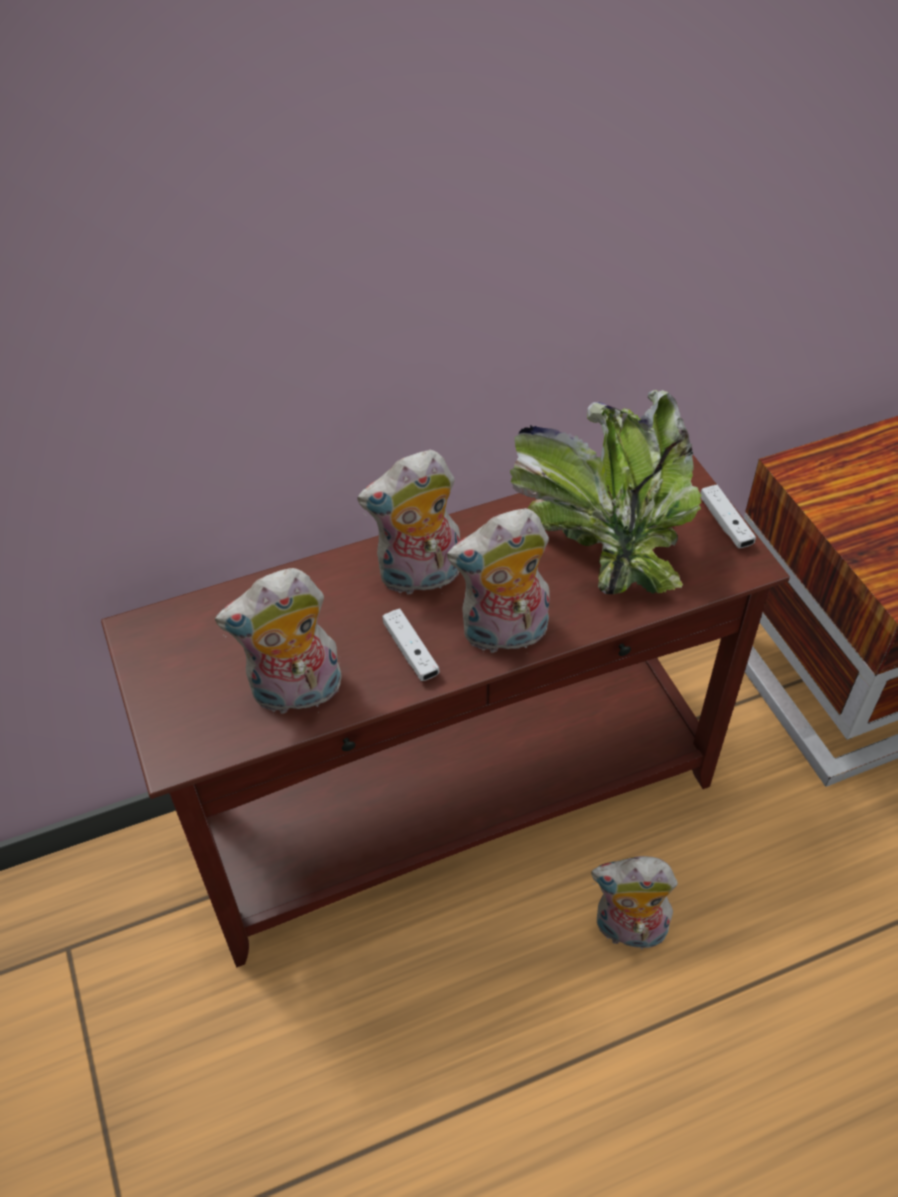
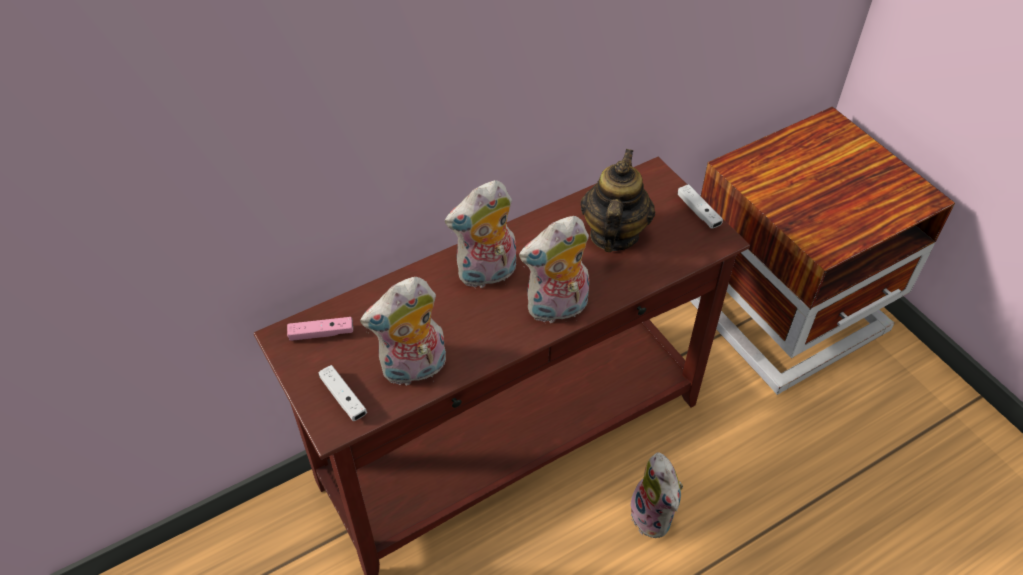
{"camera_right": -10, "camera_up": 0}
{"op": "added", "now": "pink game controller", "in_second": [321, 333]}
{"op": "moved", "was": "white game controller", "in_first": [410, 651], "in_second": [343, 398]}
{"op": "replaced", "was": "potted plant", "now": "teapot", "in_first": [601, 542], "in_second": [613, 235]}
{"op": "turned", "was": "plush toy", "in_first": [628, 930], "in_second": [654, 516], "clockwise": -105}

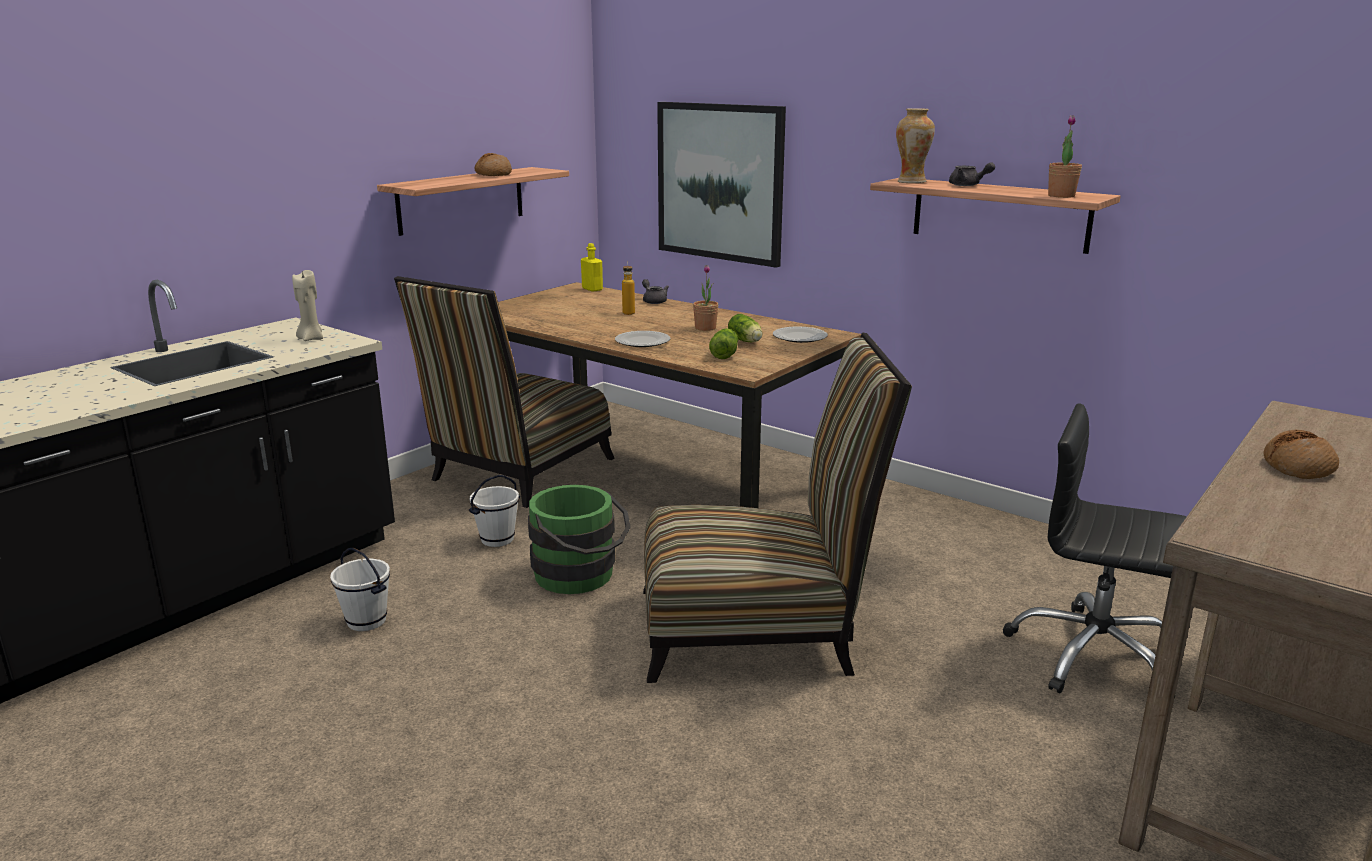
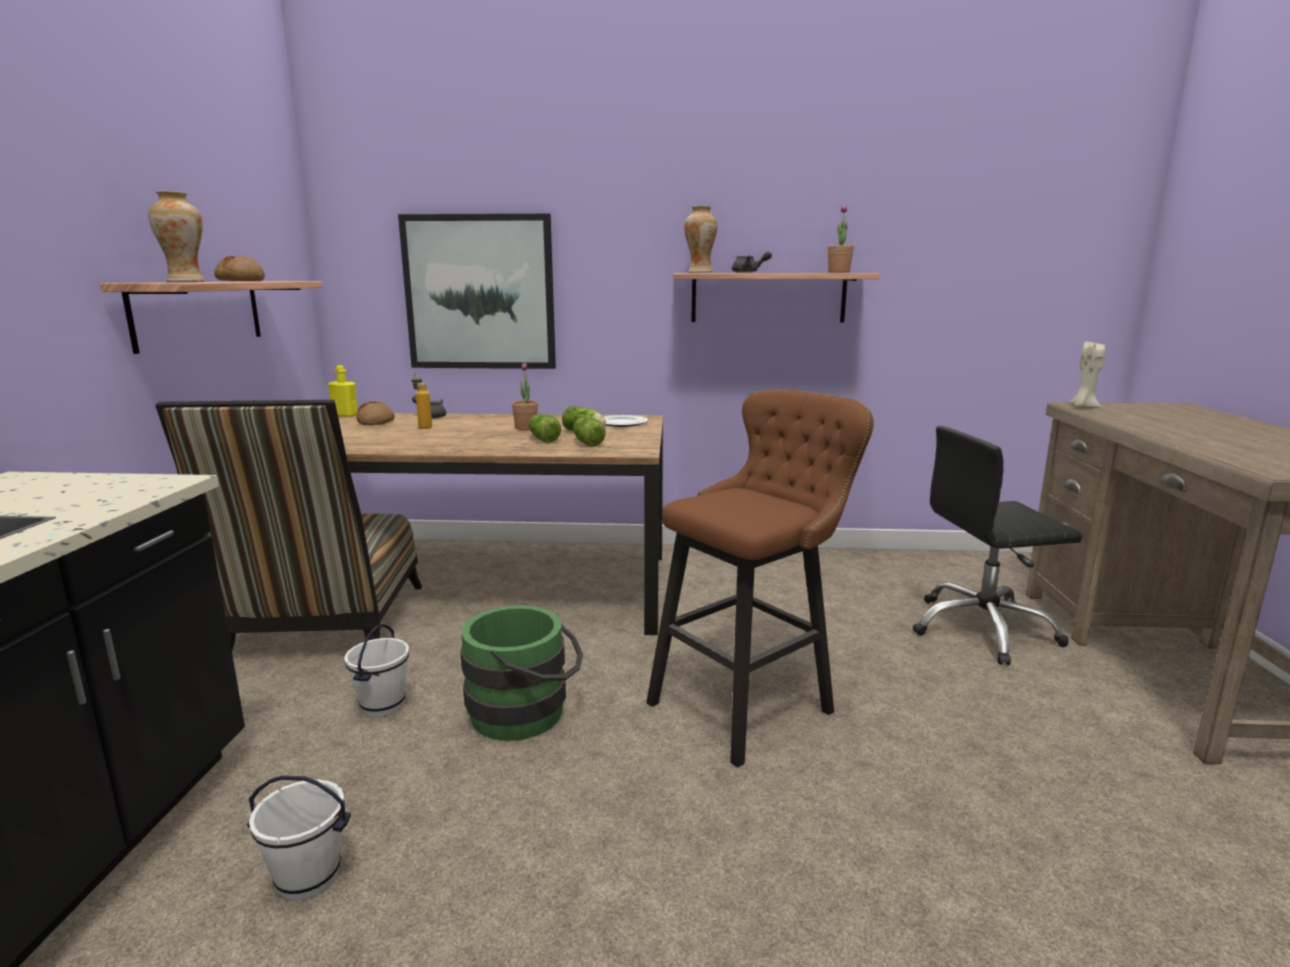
{"camera_right": -35, "camera_up": -5}
{"op": "removed", "was": "plate", "in_first": [642, 341]}
{"op": "added", "now": "vase", "in_second": [186, 282]}
{"op": "added", "now": "lettuce", "in_second": [543, 439]}
{"op": "moved", "was": "beige candle", "in_first": [311, 339], "in_second": [1083, 407]}
{"op": "moved", "was": "bread", "in_first": [1298, 467], "in_second": [376, 422]}
{"op": "replaced", "was": "chair", "now": "brown stool", "in_first": [758, 629], "in_second": [754, 700]}

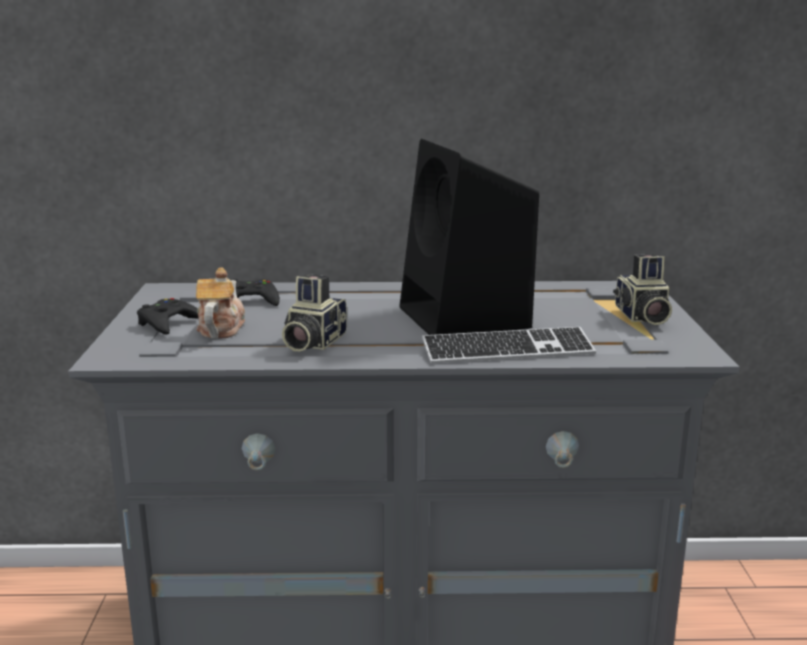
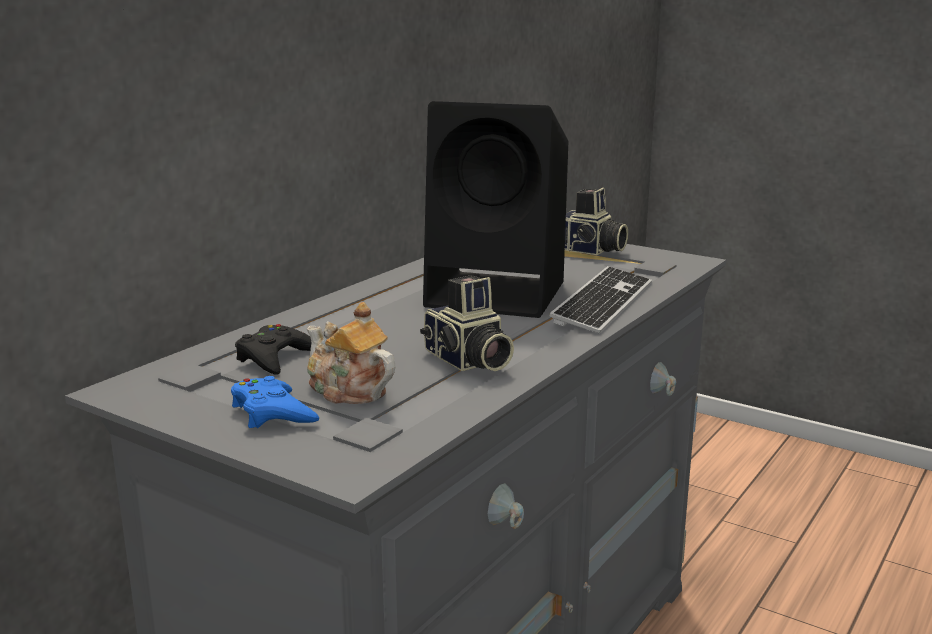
{"camera_right": -55, "camera_up": 0}
{"op": "recoloured", "was": "black game controller", "now": "blue game controller", "in_first": [168, 323], "in_second": [272, 412]}

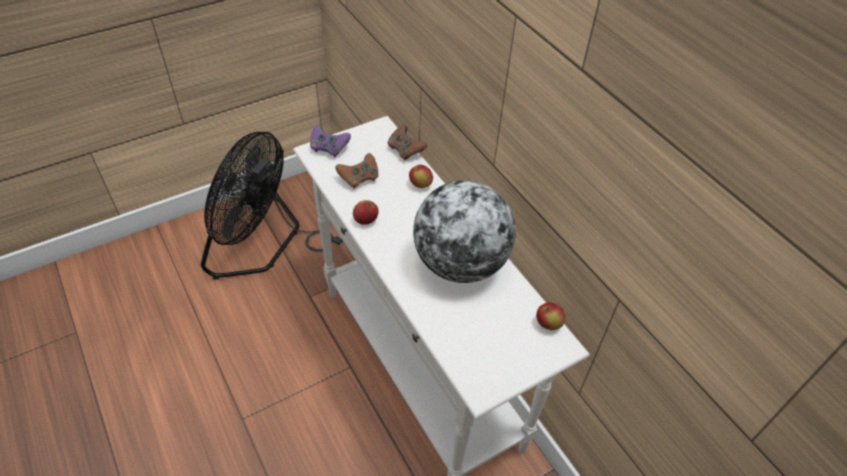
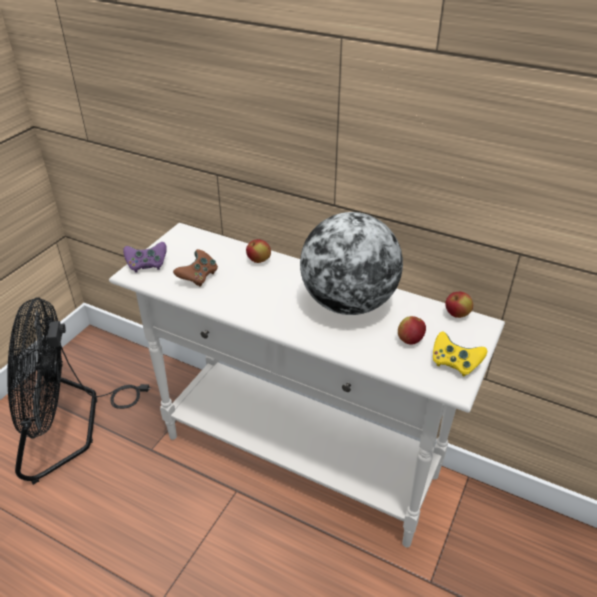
{"camera_right": -30, "camera_up": -10}
{"op": "removed", "was": "brown game controller", "in_first": [405, 150]}
{"op": "added", "now": "yellow game controller", "in_second": [454, 363]}
{"op": "moved", "was": "apple", "in_first": [366, 220], "in_second": [410, 340]}

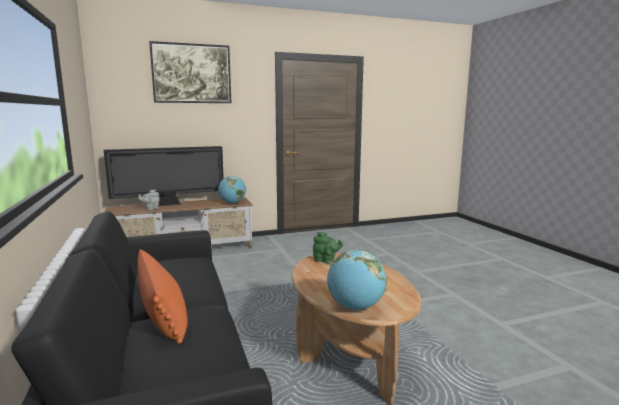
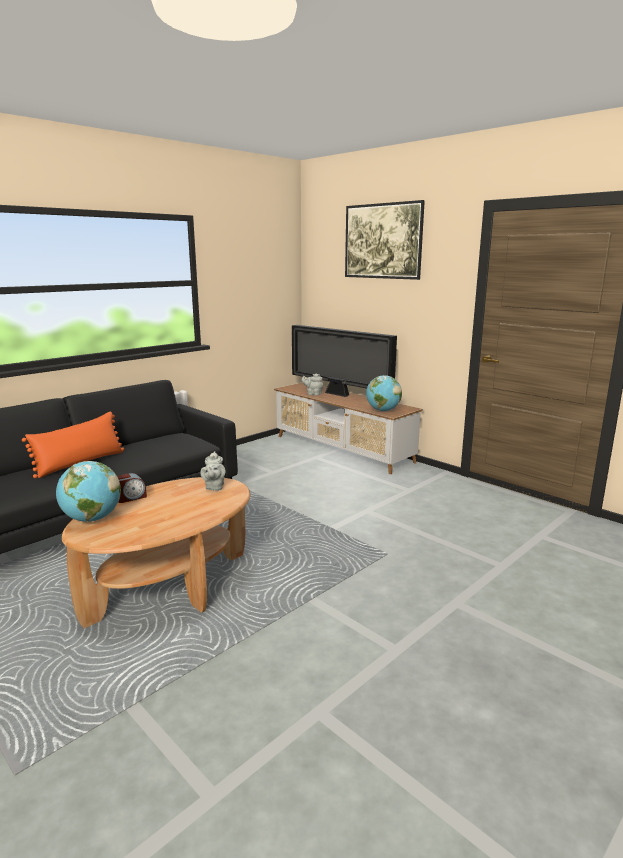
{"camera_right": 65, "camera_up": 5}
{"op": "added", "now": "alarm clock", "in_second": [131, 498]}
{"op": "recoloured", "was": "green teapot", "now": "grey teapot", "in_first": [325, 261], "in_second": [214, 487]}

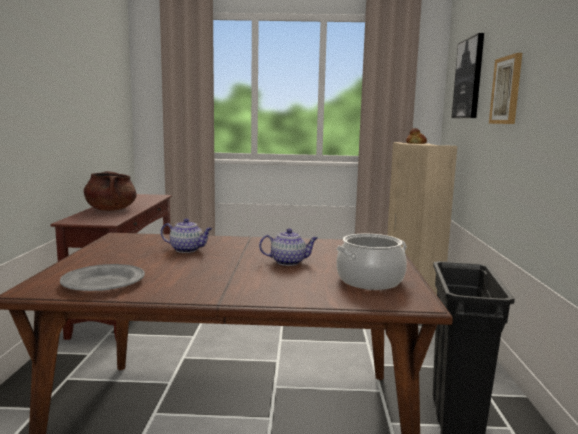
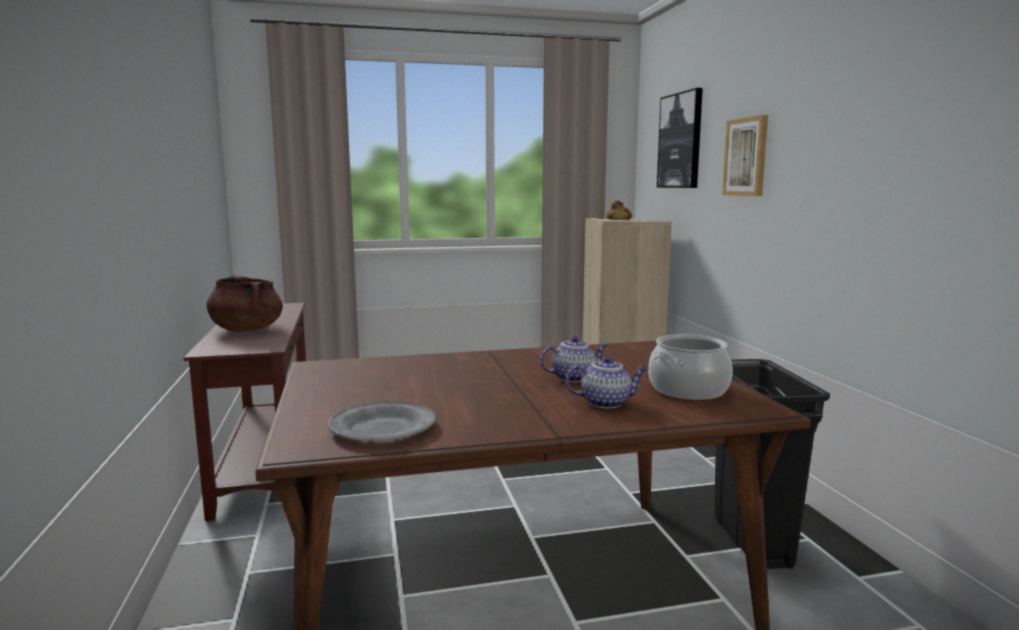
{"camera_right": -15, "camera_up": 0}
{"op": "moved", "was": "teapot", "in_first": [187, 250], "in_second": [606, 403]}

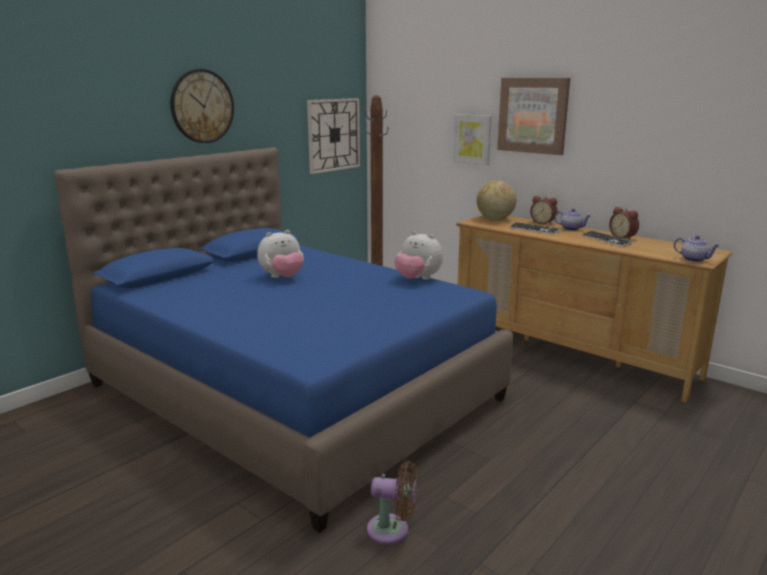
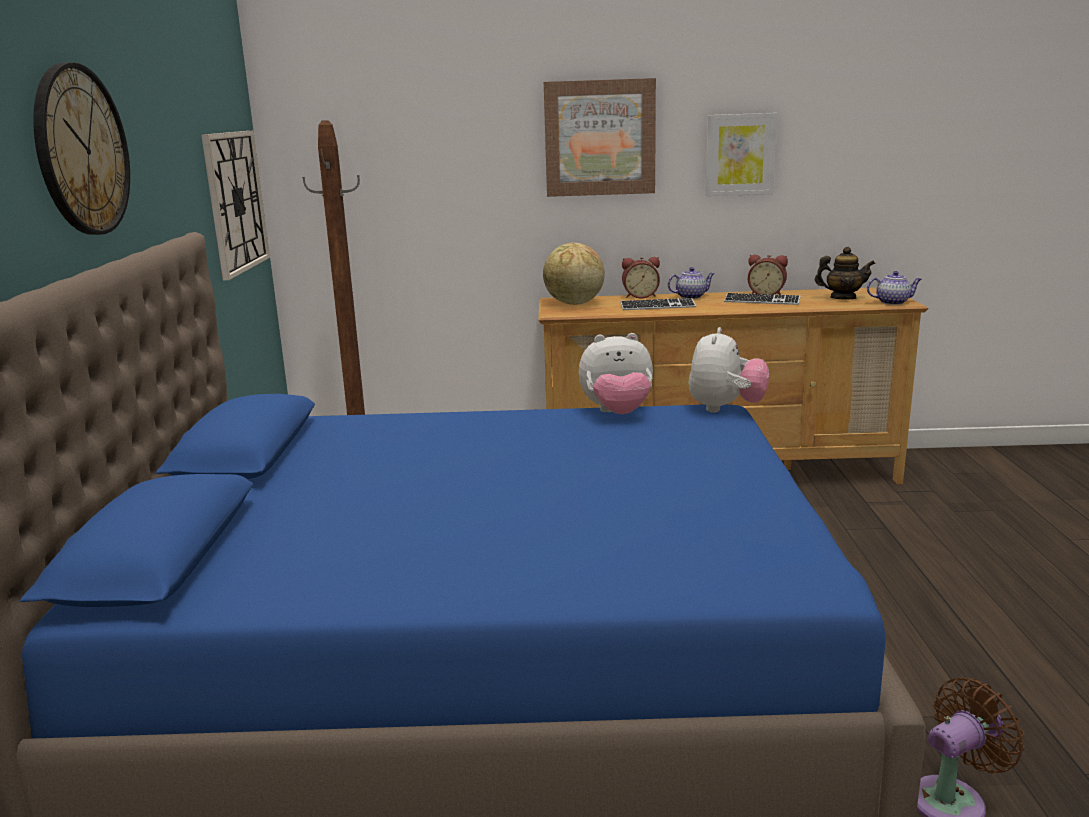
{"camera_right": -40, "camera_up": 0}
{"op": "added", "now": "teapot", "in_second": [842, 298]}
{"op": "moved", "was": "plush toy", "in_first": [282, 277], "in_second": [725, 408]}
{"op": "moved", "was": "picture", "in_first": [472, 139], "in_second": [740, 154]}

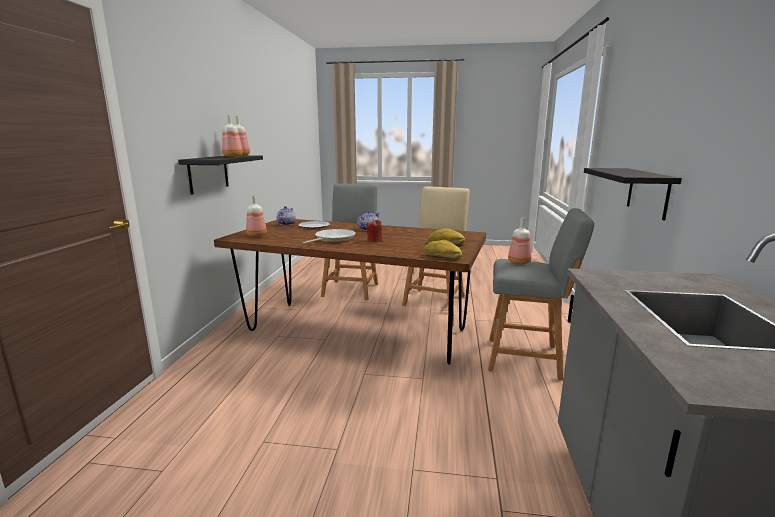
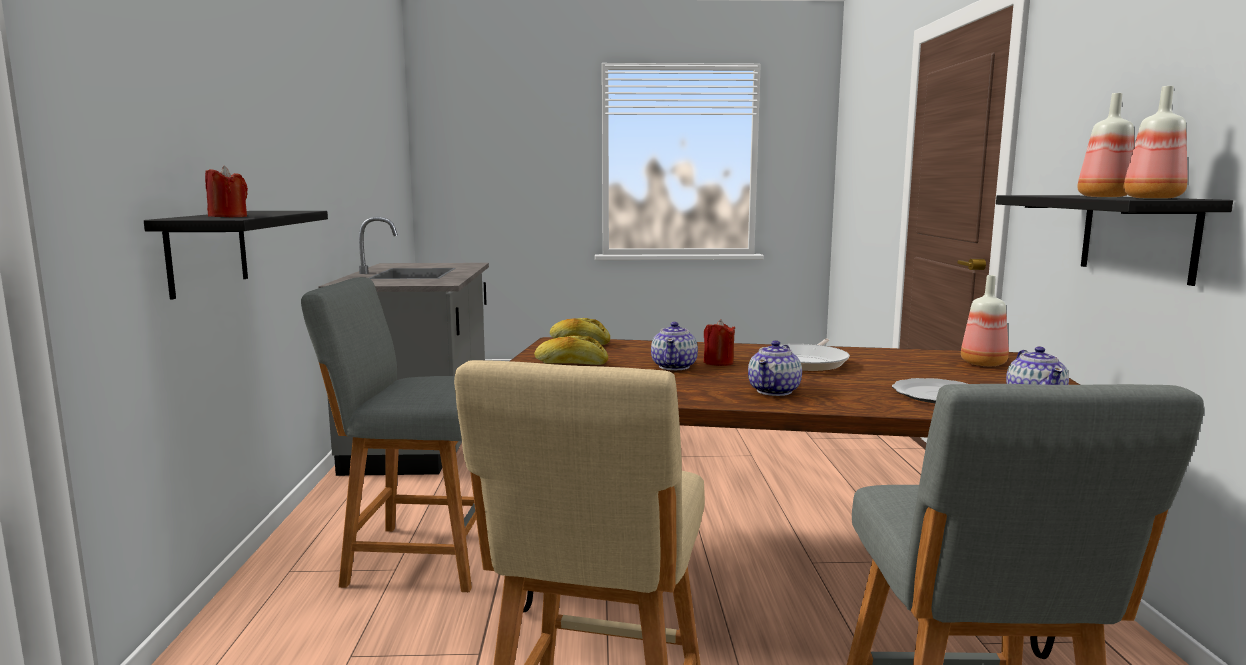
{"camera_right": 170, "camera_up": -5}
{"op": "removed", "was": "bottle", "in_first": [519, 262]}
{"op": "added", "now": "red candle", "in_second": [228, 216]}
{"op": "added", "now": "teapot", "in_second": [674, 366]}

